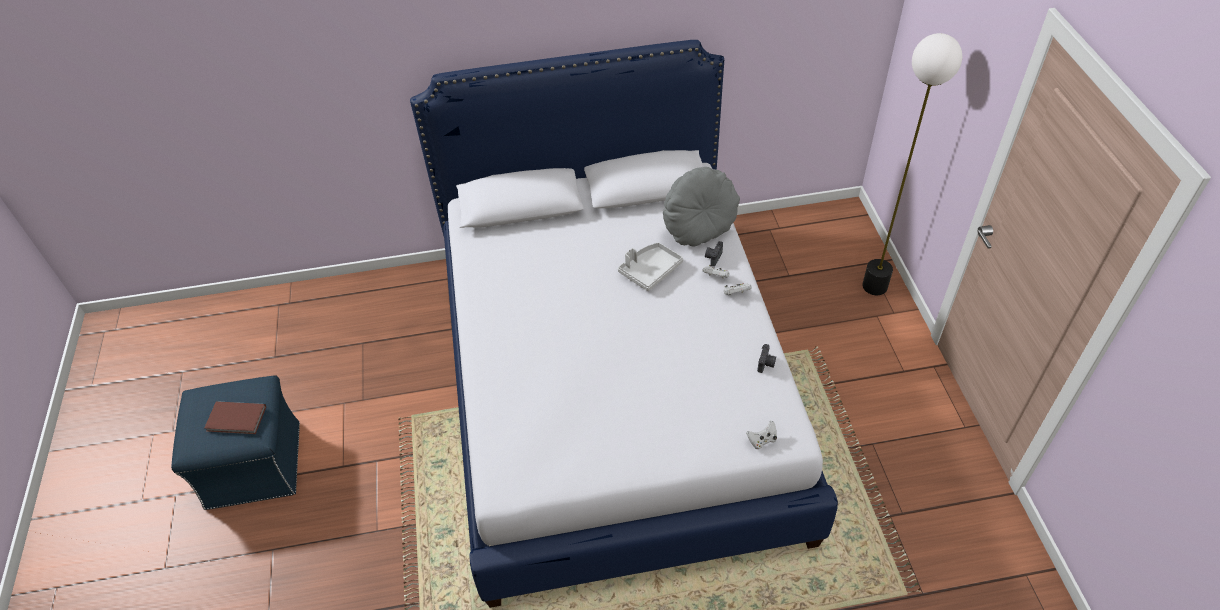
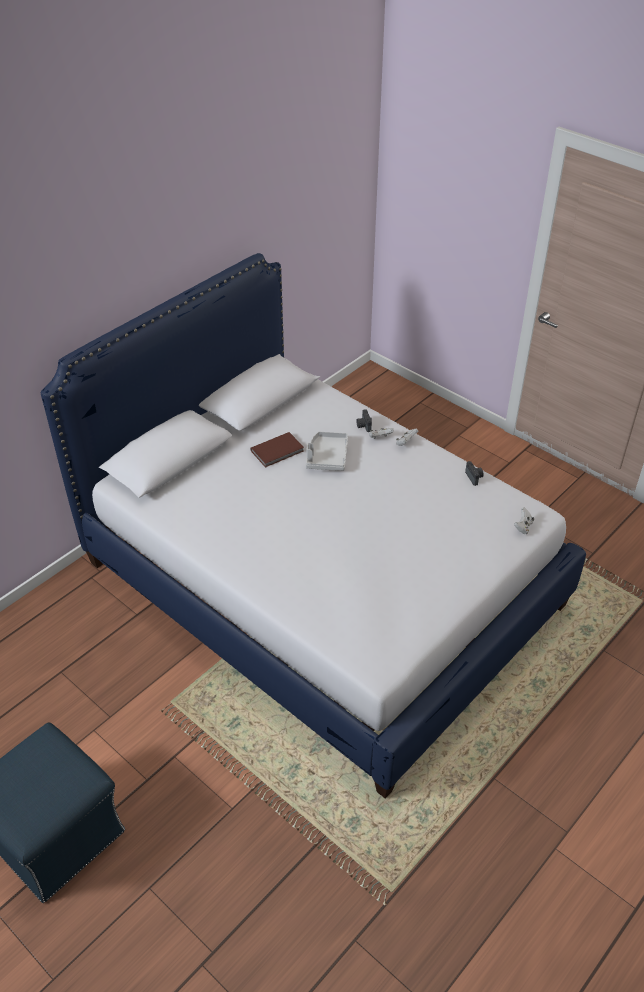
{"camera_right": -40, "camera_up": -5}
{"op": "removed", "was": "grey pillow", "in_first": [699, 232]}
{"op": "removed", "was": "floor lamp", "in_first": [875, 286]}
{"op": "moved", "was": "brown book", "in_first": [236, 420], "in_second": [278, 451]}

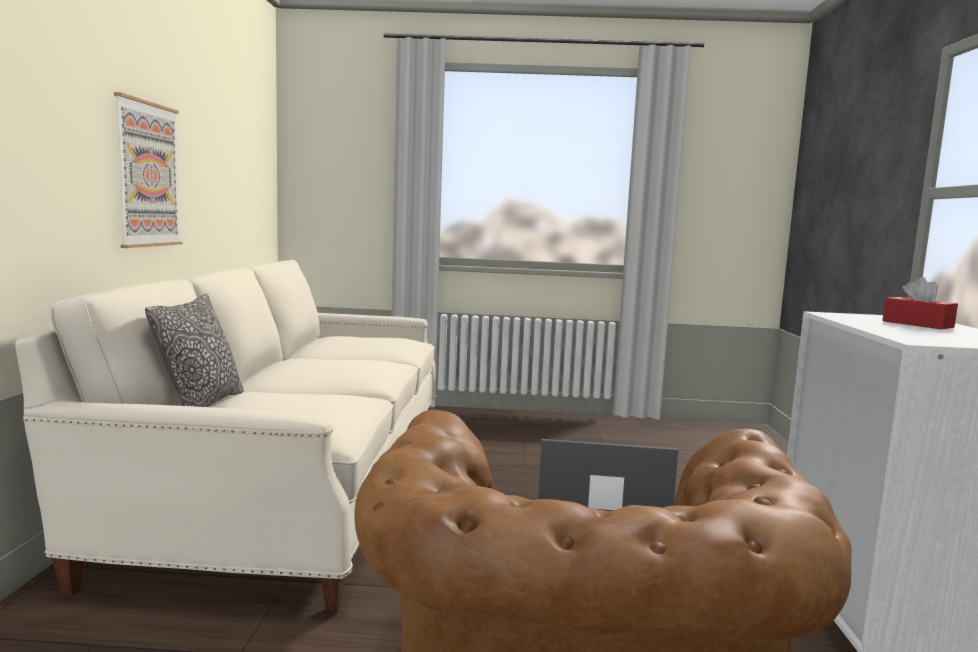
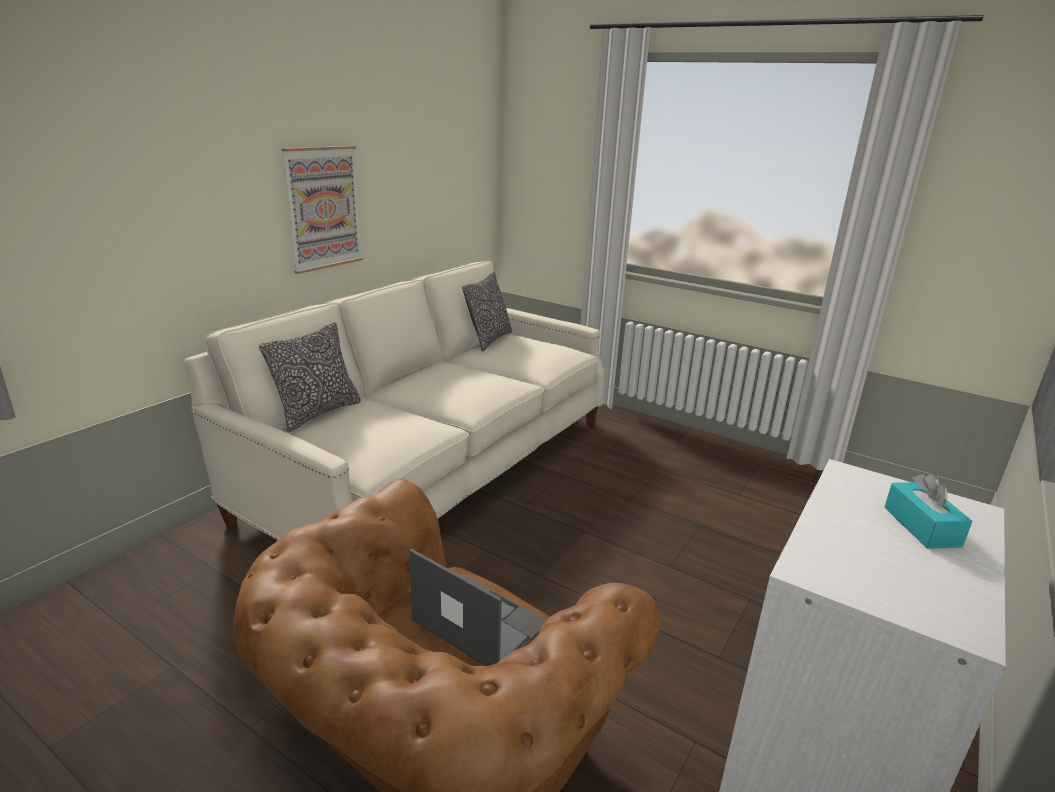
{"camera_right": 30, "camera_up": 15}
{"op": "added", "now": "pillow", "in_second": [488, 340]}
{"op": "recoloured", "was": "red tissue box", "now": "turquoise tissue box", "in_first": [917, 324], "in_second": [921, 526]}

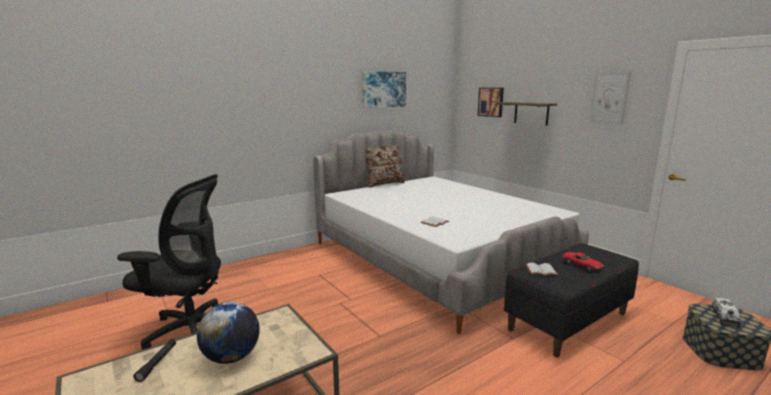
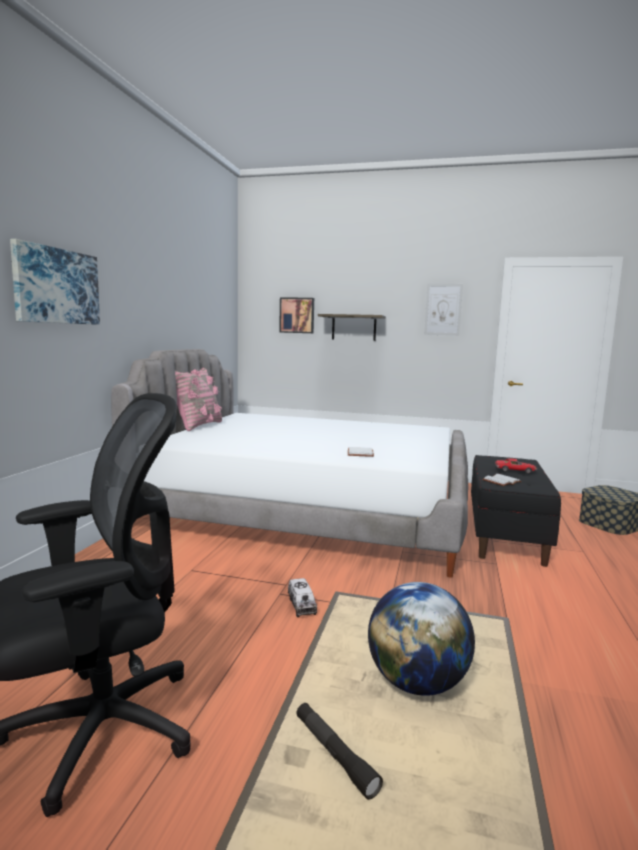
{"camera_right": -40, "camera_up": -5}
{"op": "moved", "was": "picture", "in_first": [383, 89], "in_second": [56, 286]}
{"op": "moved", "was": "toy truck", "in_first": [724, 318], "in_second": [301, 605]}
{"op": "recoloured", "was": "brown pillow", "now": "pink pillow", "in_first": [384, 184], "in_second": [198, 426]}

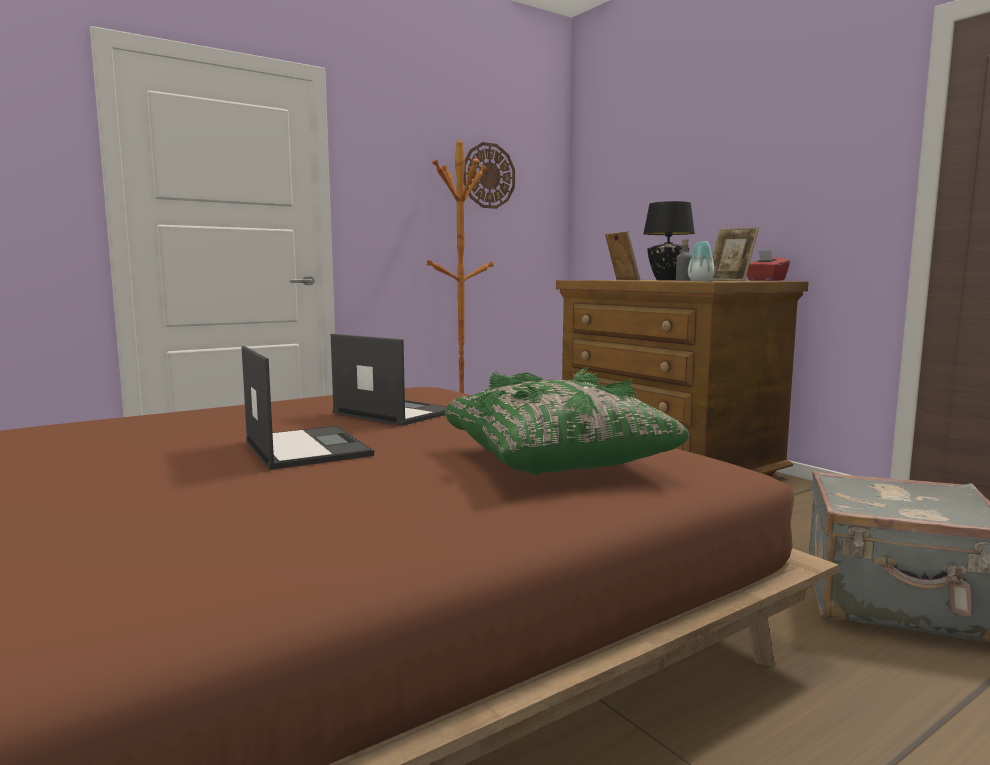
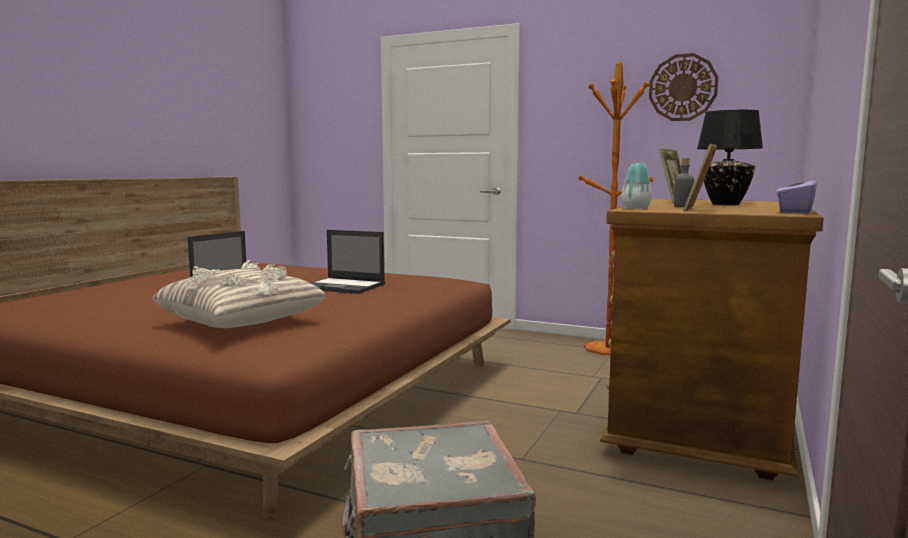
{"camera_right": 60, "camera_up": 0}
{"op": "recoloured", "was": "green pillow", "now": "beige pillow", "in_first": [556, 462], "in_second": [241, 323]}
{"op": "recoloured", "was": "red tissue box", "now": "purple tissue box", "in_first": [765, 280], "in_second": [794, 212]}
{"op": "turned", "was": "laptop", "in_first": [393, 412], "in_second": [344, 286], "clockwise": 105}

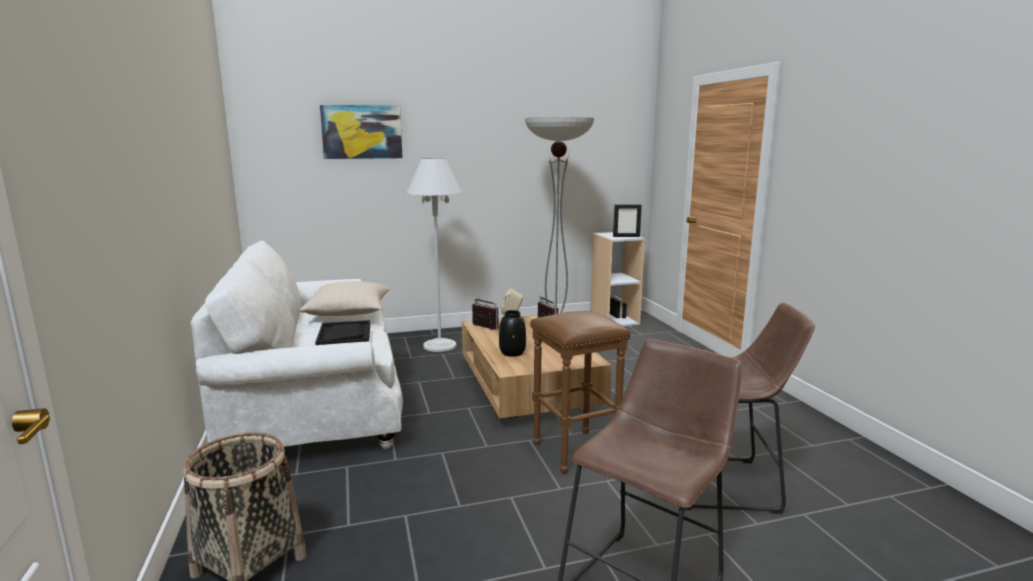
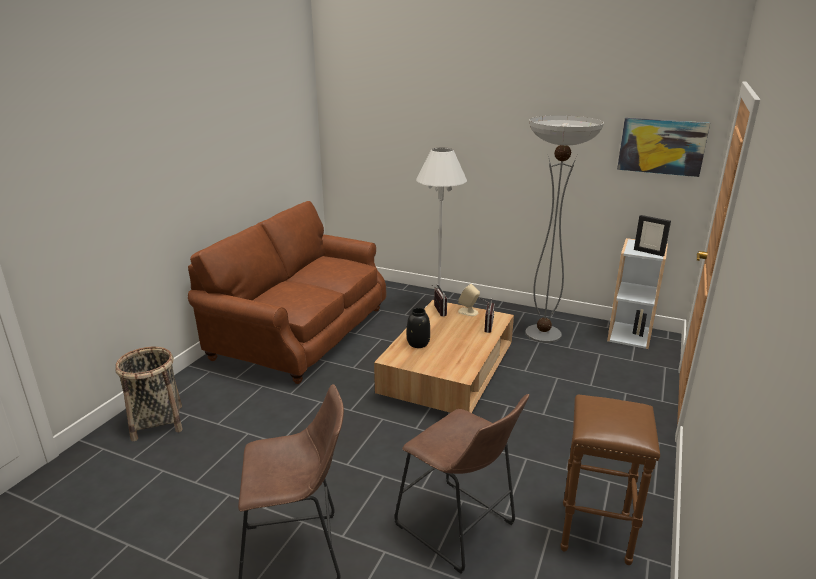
{"camera_right": 40, "camera_up": 10}
{"op": "removed", "was": "beige pillow", "in_first": [348, 313]}
{"op": "removed", "was": "black tray", "in_first": [344, 336]}
{"op": "moved", "was": "picture", "in_first": [362, 132], "in_second": [661, 146]}
{"op": "moved", "was": "brown stool", "in_first": [573, 450], "in_second": [593, 530]}
{"op": "recoloured", "was": "white sofa", "now": "brown sofa", "in_first": [316, 405], "in_second": [301, 333]}

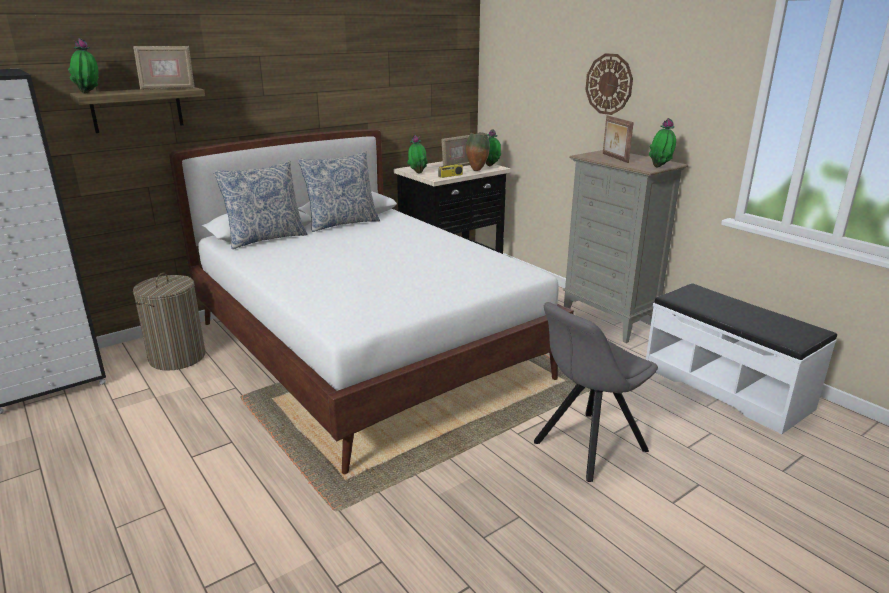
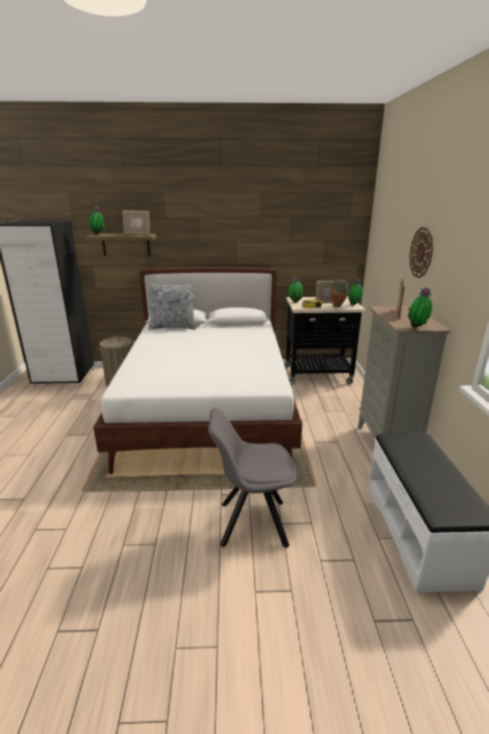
{"camera_right": 35, "camera_up": 0}
{"op": "removed", "was": "pillow", "in_first": [342, 223]}

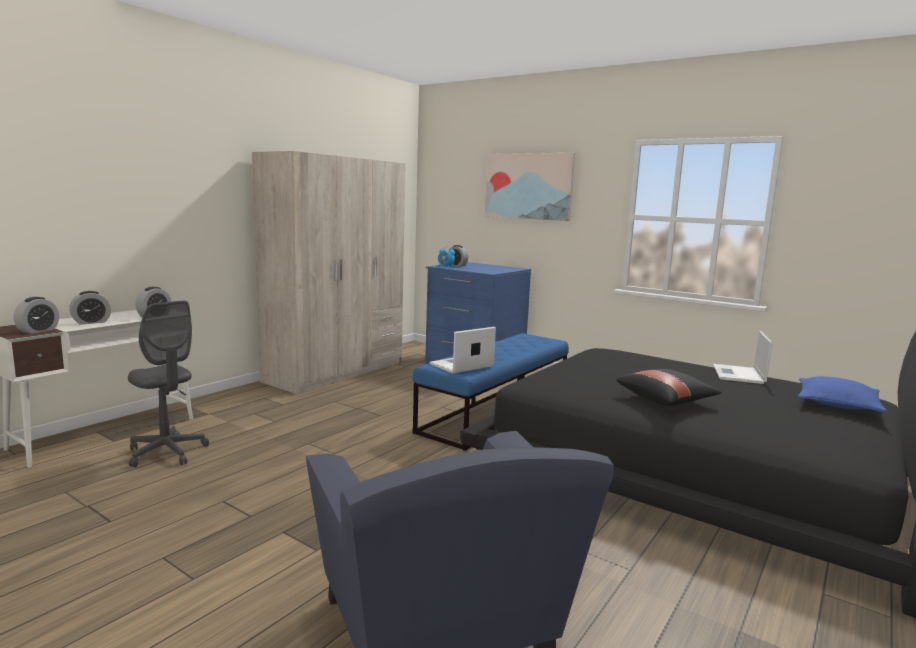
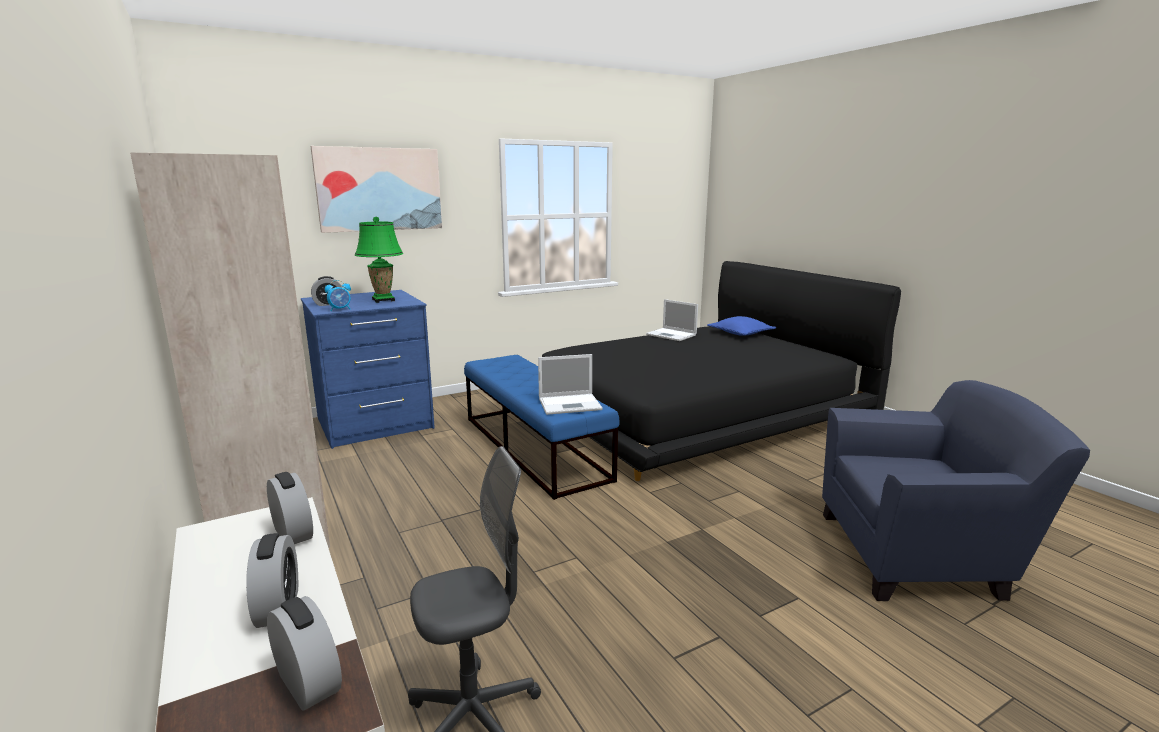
{"camera_right": -65, "camera_up": 5}
{"op": "removed", "was": "black pillow", "in_first": [666, 400]}
{"op": "added", "now": "green table lamp", "in_second": [383, 300]}
{"op": "turned", "was": "laptop", "in_first": [461, 365], "in_second": [571, 404], "clockwise": -90}

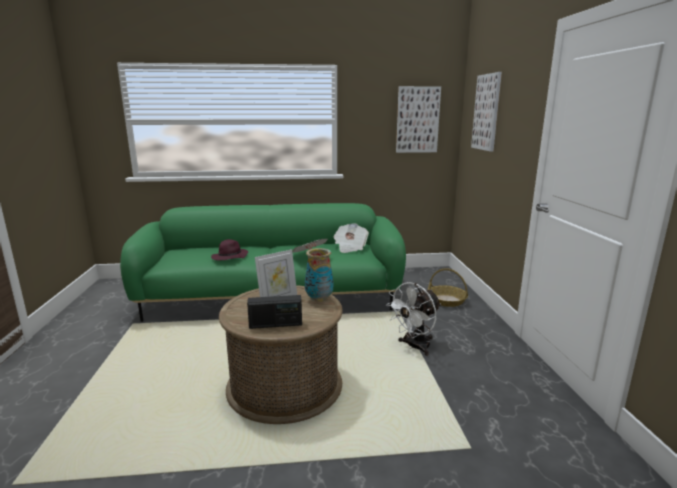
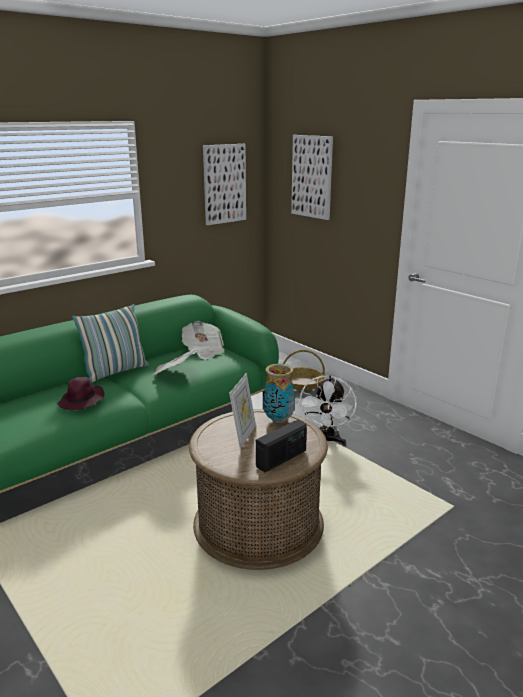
{"camera_right": -35, "camera_up": 5}
{"op": "added", "now": "pillow", "in_second": [115, 372]}

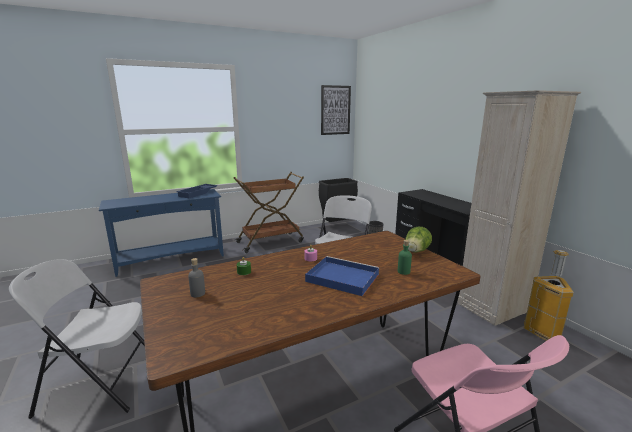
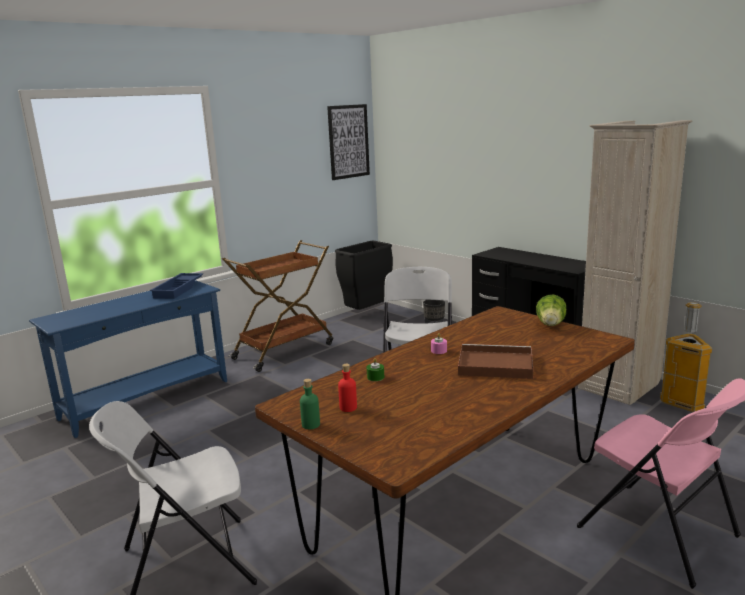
{"camera_right": -15, "camera_up": 0}
{"op": "moved", "was": "green bottle", "in_first": [403, 271], "in_second": [311, 425]}
{"op": "recoloured", "was": "grey bottle", "now": "red bottle", "in_first": [198, 293], "in_second": [348, 408]}
{"op": "recoloured", "was": "blue tray", "now": "brown tray", "in_first": [341, 277], "in_second": [493, 365]}

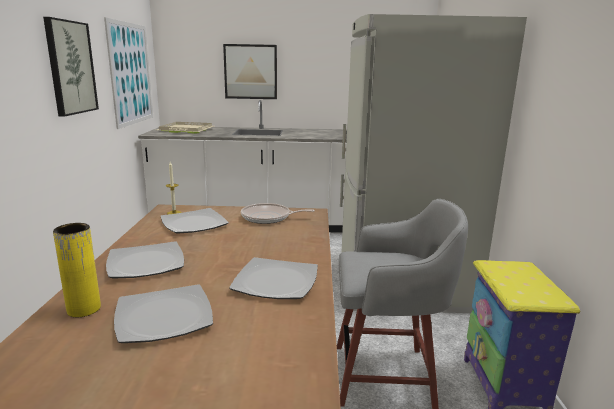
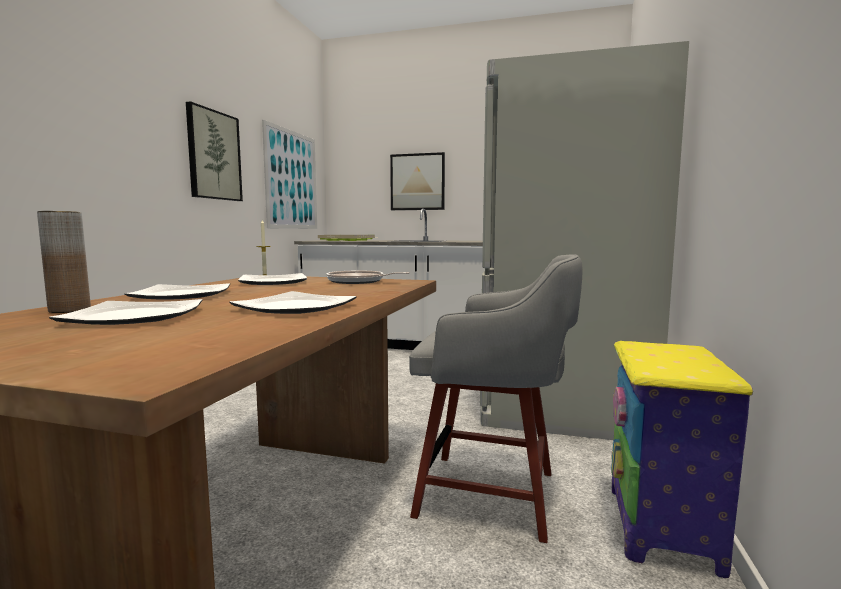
{"camera_right": 15, "camera_up": -10}
{"op": "recoloured", "was": "yellow vase", "now": "brown vase", "in_first": [84, 309], "in_second": [69, 310]}

